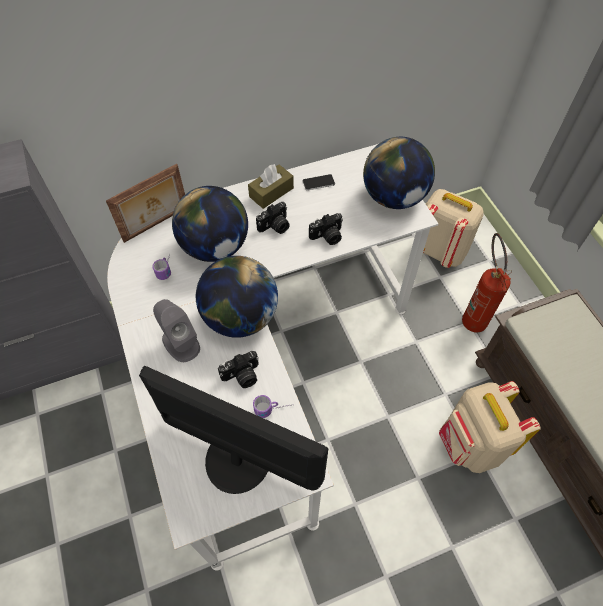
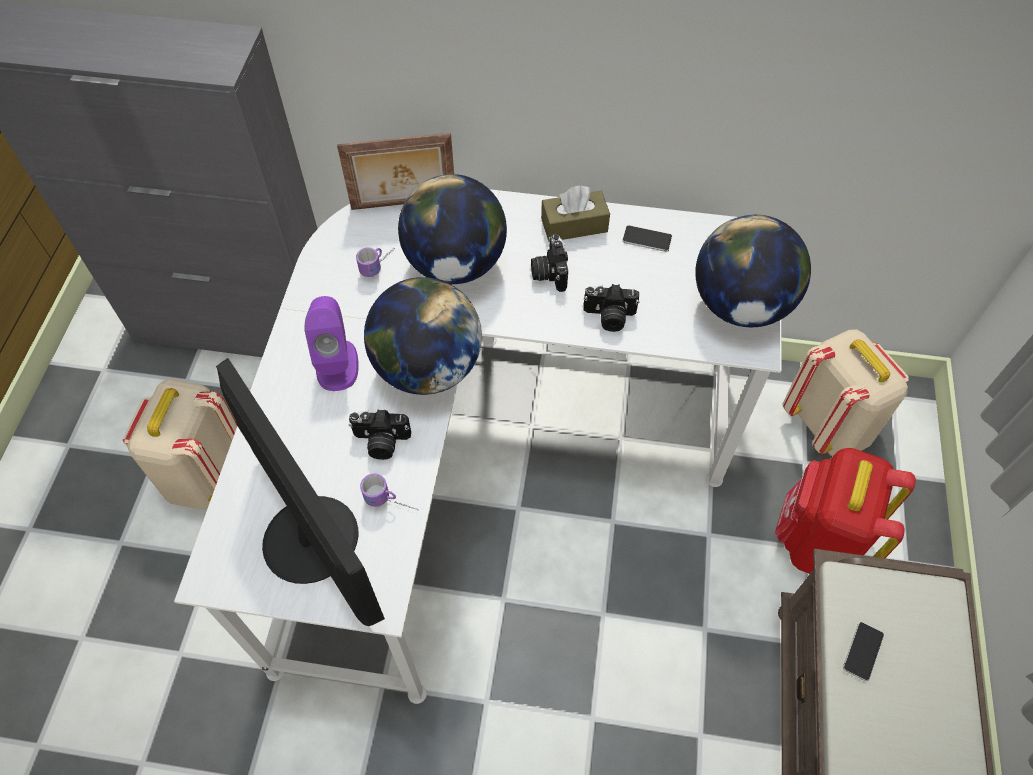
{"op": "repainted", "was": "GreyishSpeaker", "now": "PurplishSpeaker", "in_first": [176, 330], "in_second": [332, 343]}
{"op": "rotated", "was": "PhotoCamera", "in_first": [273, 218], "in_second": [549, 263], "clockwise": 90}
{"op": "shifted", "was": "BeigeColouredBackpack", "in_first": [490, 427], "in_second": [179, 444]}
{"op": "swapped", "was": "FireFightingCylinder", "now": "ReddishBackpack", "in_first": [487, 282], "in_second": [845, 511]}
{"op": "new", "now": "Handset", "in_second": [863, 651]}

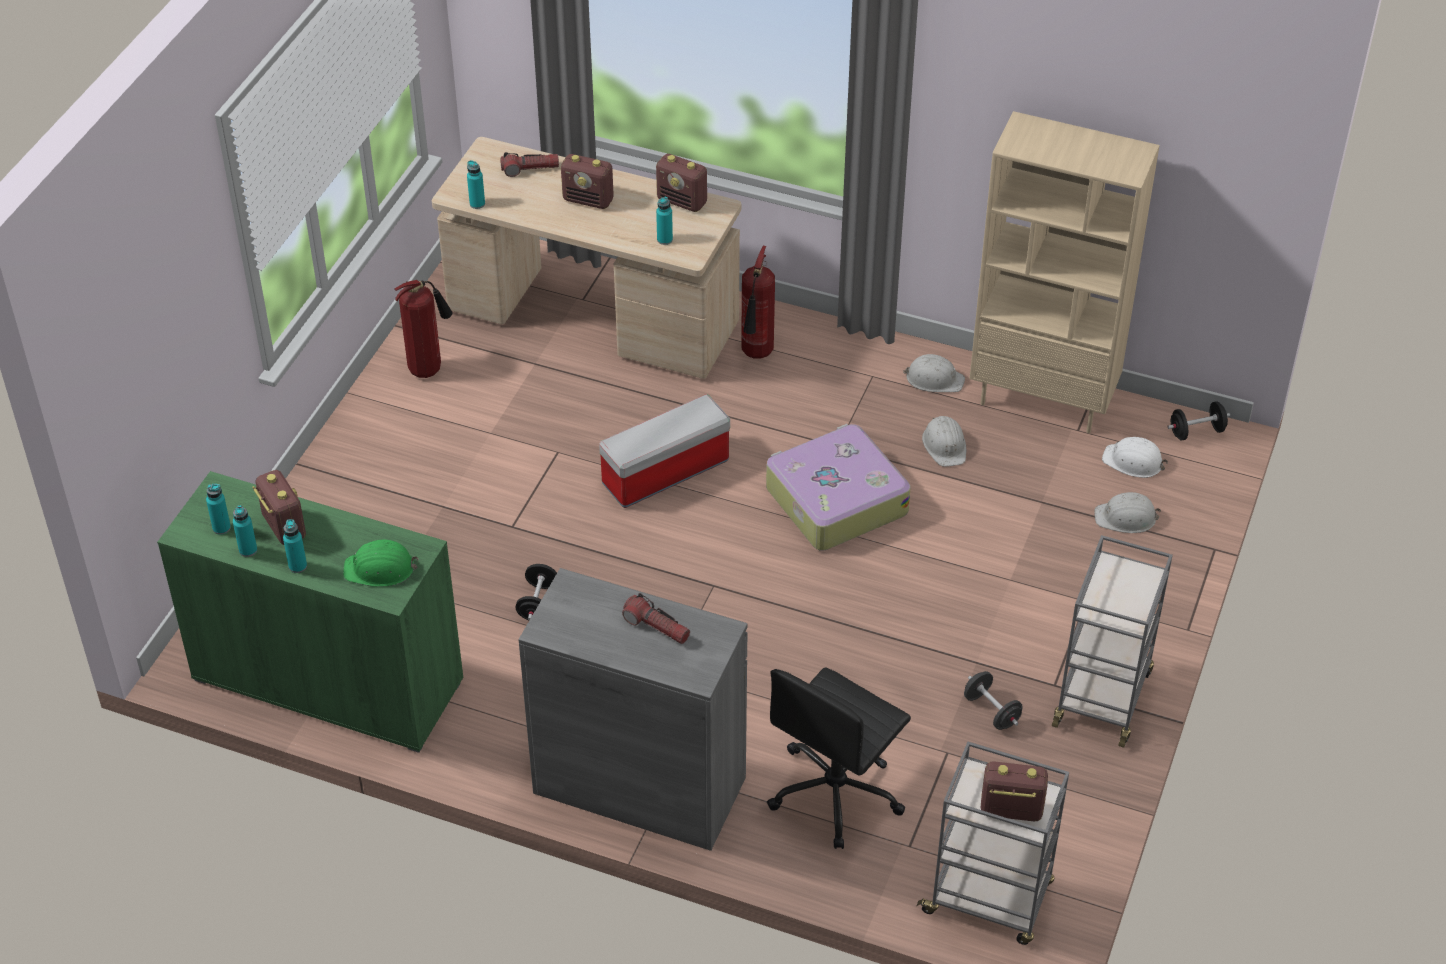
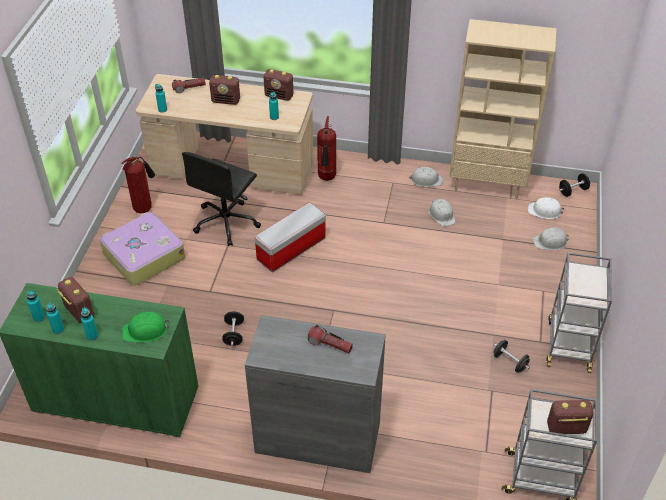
{"op": "shifted", "was": "Suitcase", "in_first": [838, 487], "in_second": [142, 249]}
{"op": "shifted", "was": "BlackishOfficeChair", "in_first": [839, 758], "in_second": [221, 199]}

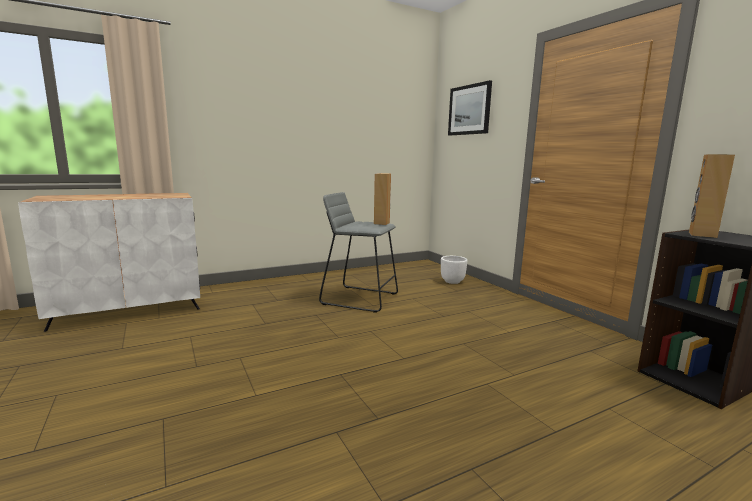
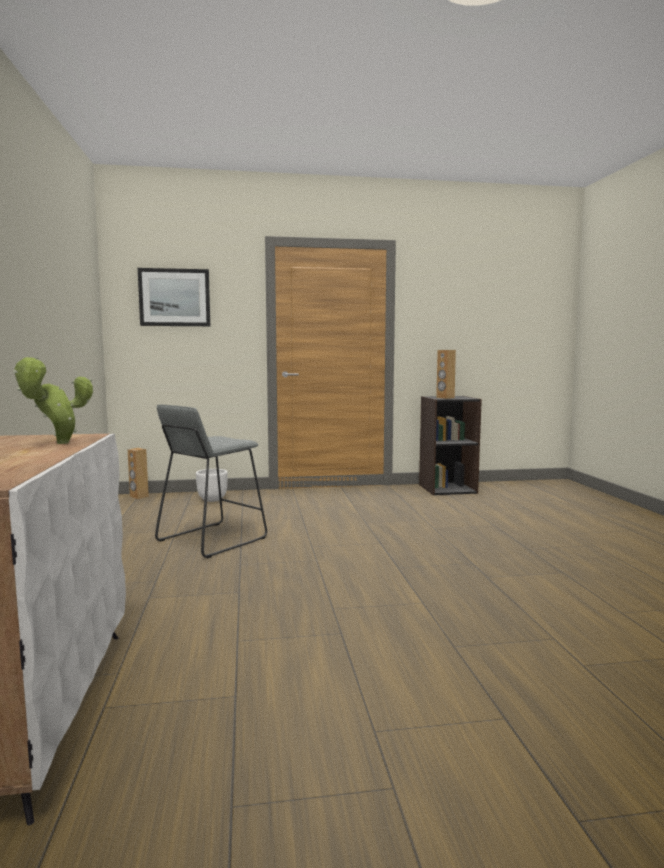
{"op": "shifted", "was": "BrownColouredSpeaker", "in_first": [382, 199], "in_second": [138, 473]}
{"op": "new", "now": "PottedPlant", "in_second": [53, 400]}

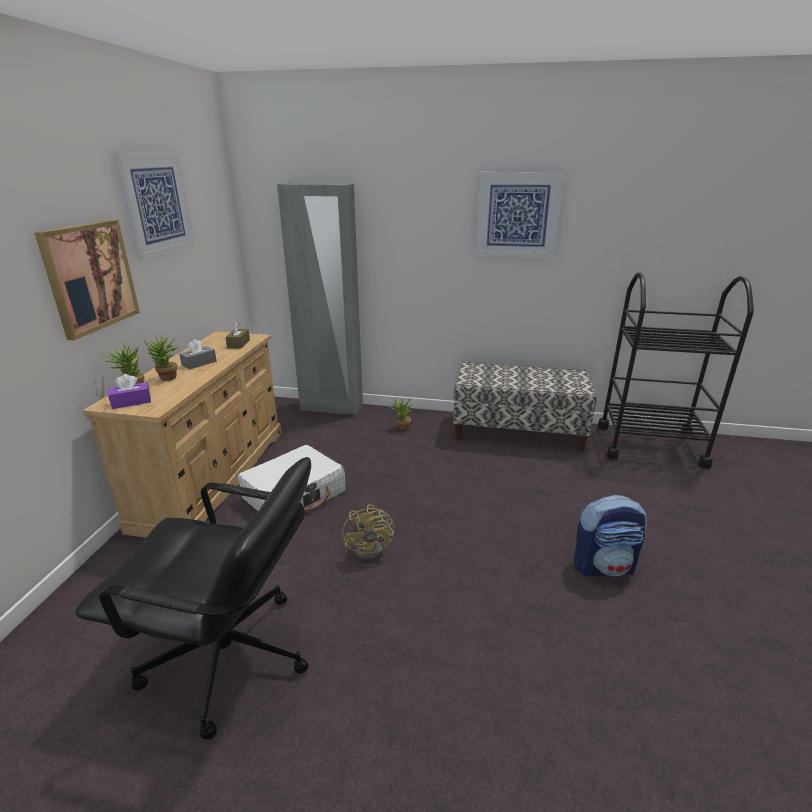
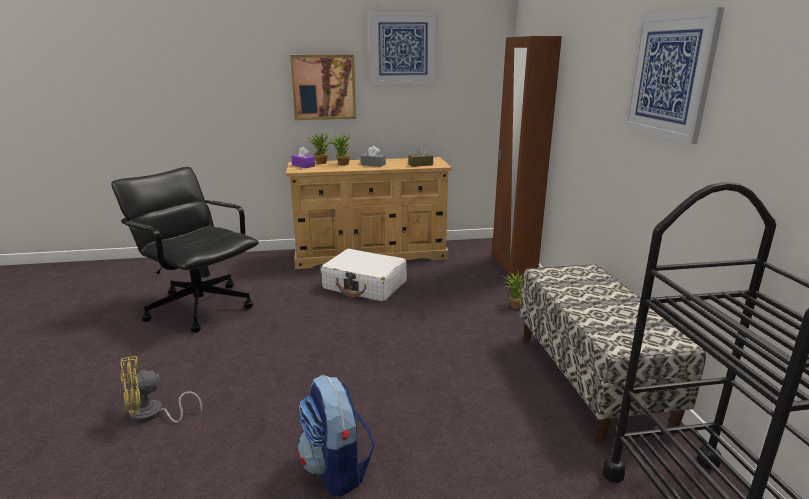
{"op": "rotated", "was": "BlackishOfficeChair", "in_first": [193, 598], "in_second": [185, 250], "clockwise": 135}
{"op": "repainted", "was": "GreyishWardrobe", "now": "BrownColouredWardrobe", "in_first": [320, 299], "in_second": [527, 158]}
{"op": "shifted", "was": "YellowCoolingFan", "in_first": [368, 532], "in_second": [161, 389]}

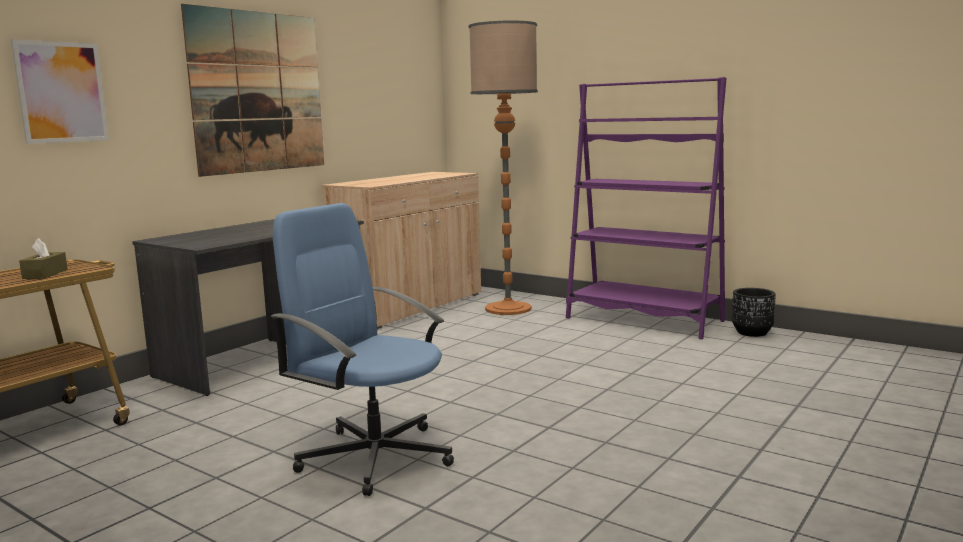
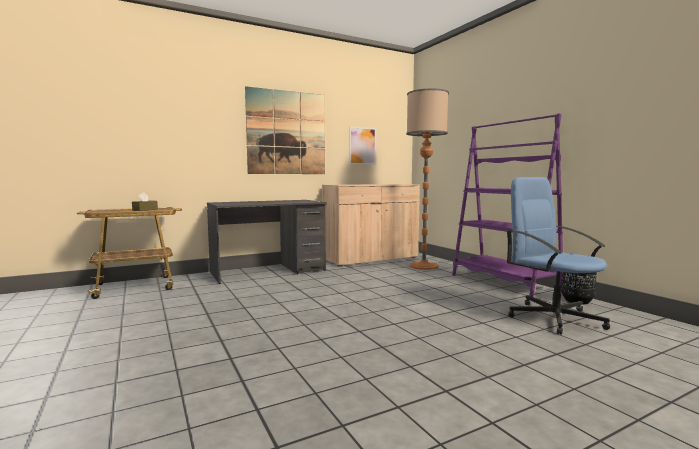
{"op": "shifted", "was": "Picture", "in_first": [60, 91], "in_second": [362, 145]}
{"op": "shifted", "was": "BluishOfficeChair", "in_first": [362, 349], "in_second": [558, 256]}

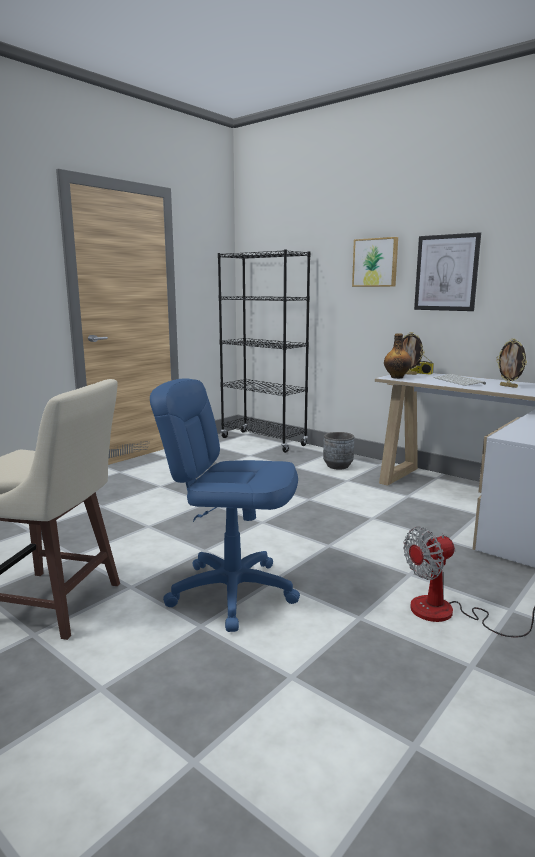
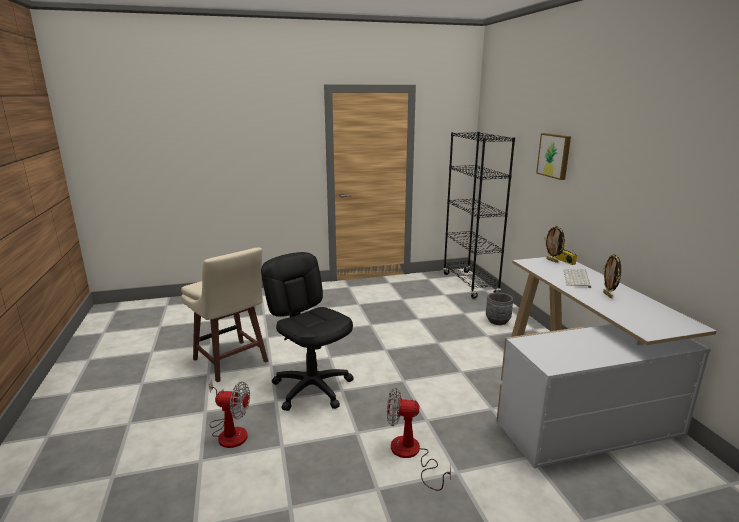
{"op": "repainted", "was": "BluishOfficeChair", "now": "BlackishOfficeChair", "in_first": [225, 505], "in_second": [307, 331]}
{"op": "gone", "was": "DrinkBottle", "in_first": [398, 356]}
{"op": "gone", "was": "Picture", "in_first": [447, 271]}
{"op": "new", "now": "CoolingFan", "in_second": [229, 414]}

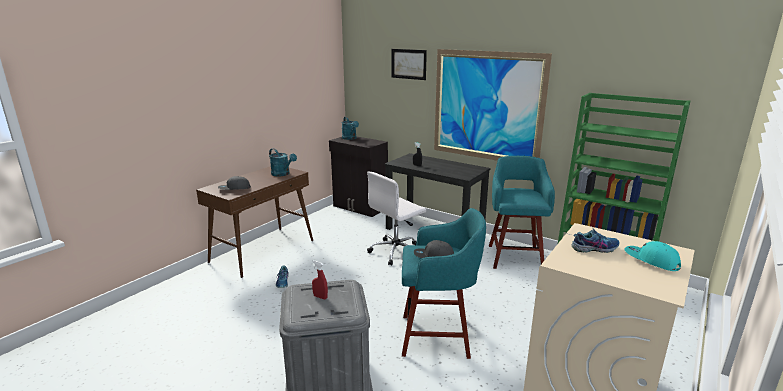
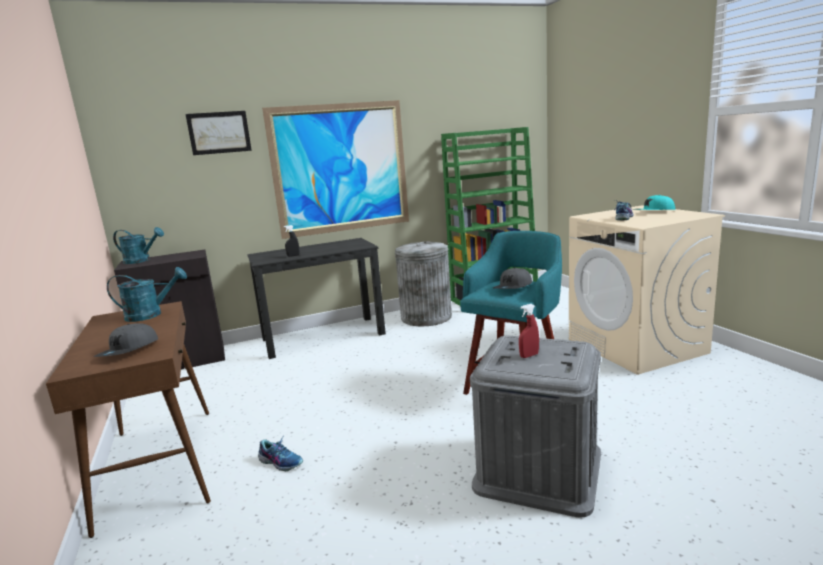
{"op": "gone", "was": "WhitishOfficeChair", "in_first": [396, 219]}
{"op": "swapped", "was": "BlueGreenStool", "now": "GreyishWasteBin", "in_first": [522, 212], "in_second": [423, 283]}

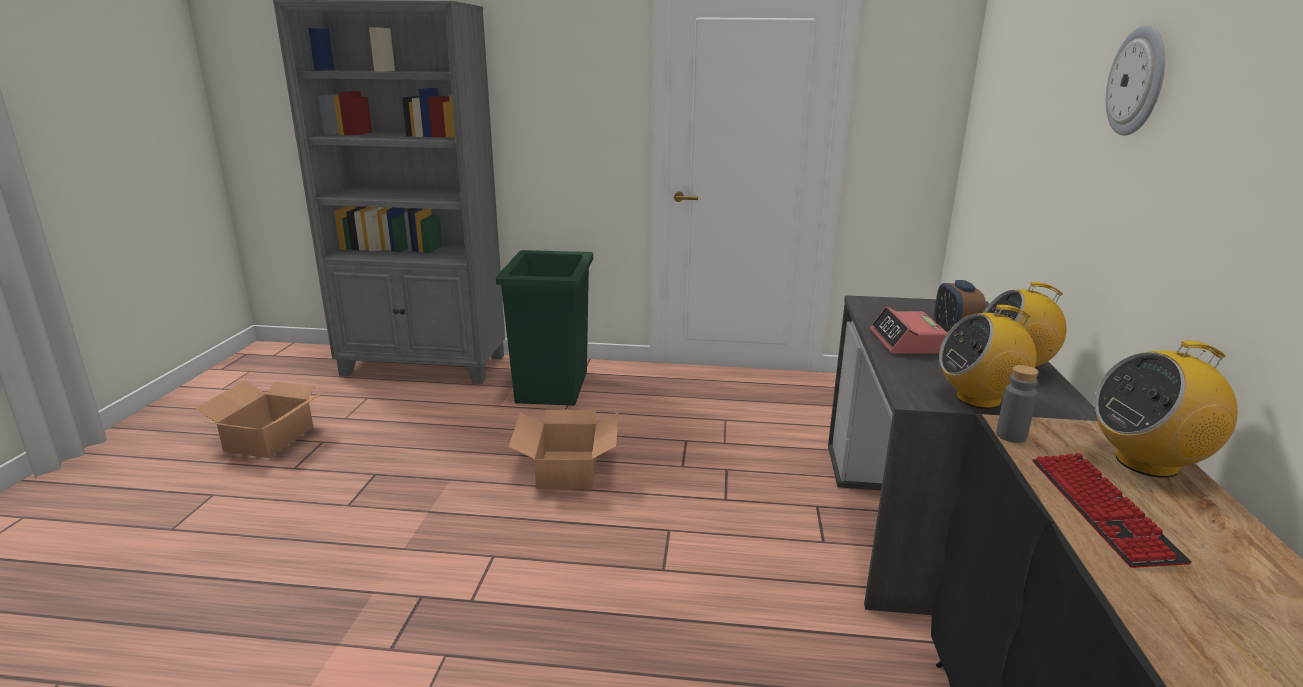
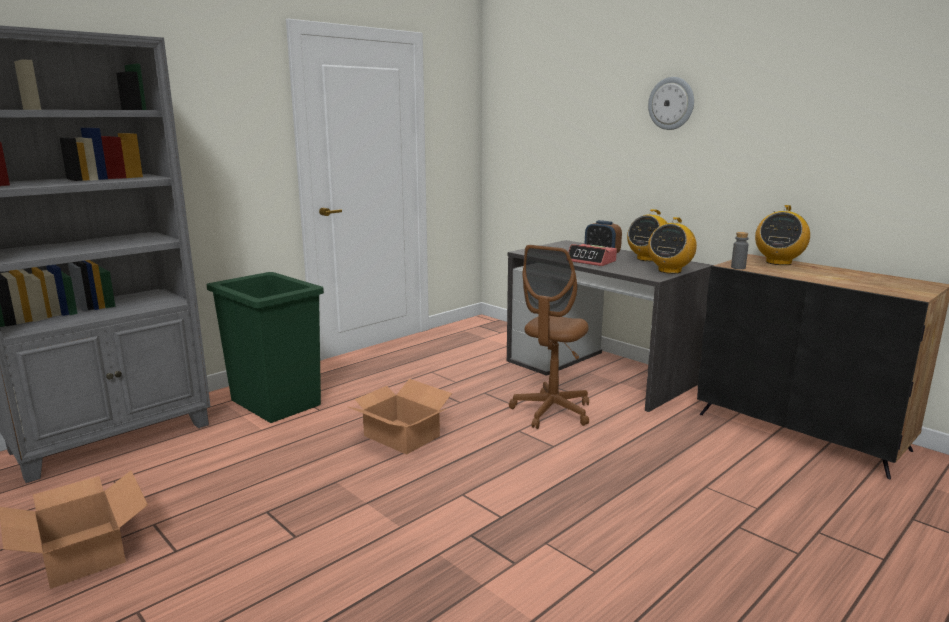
{"op": "gone", "was": "Keyboard", "in_first": [1112, 510]}
{"op": "new", "now": "BrownColouredOfficeChair", "in_second": [549, 337]}

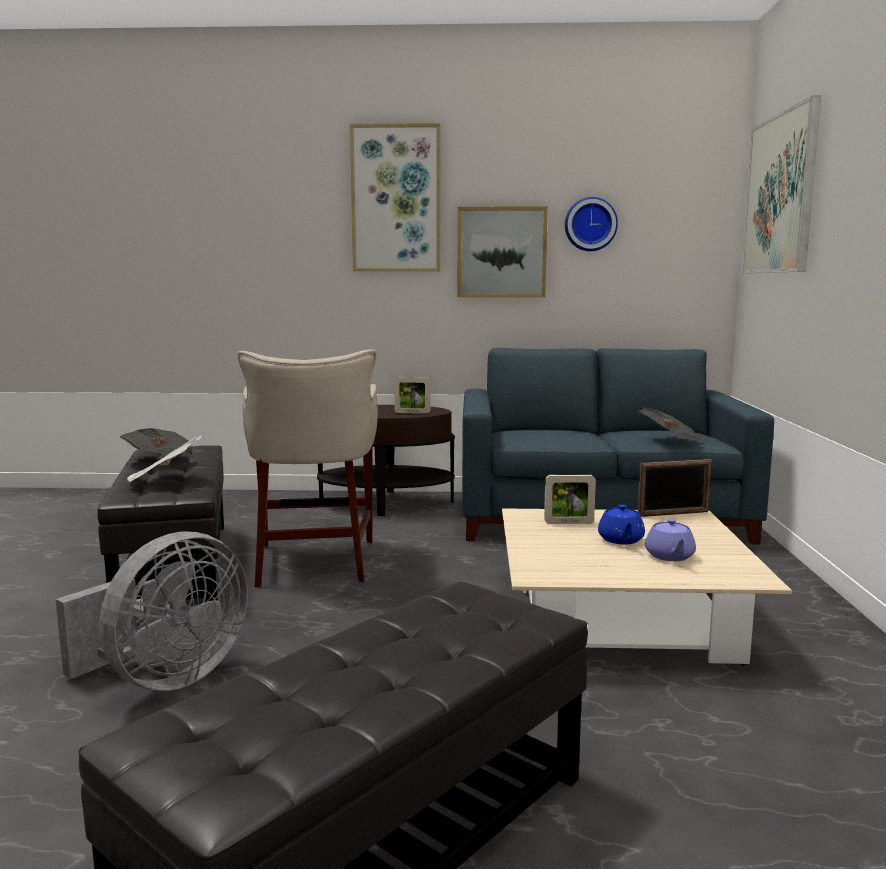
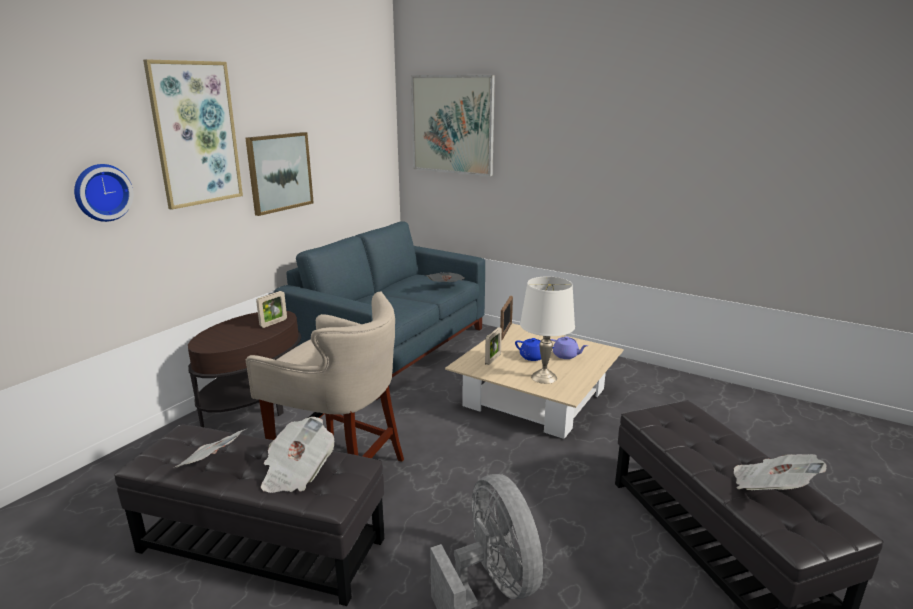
{"op": "shifted", "was": "HangingClock", "in_first": [591, 224], "in_second": [103, 193]}
{"op": "new", "now": "WhitishLampForATable", "in_second": [547, 330]}
{"op": "new", "now": "Newspaper", "in_second": [780, 472]}

